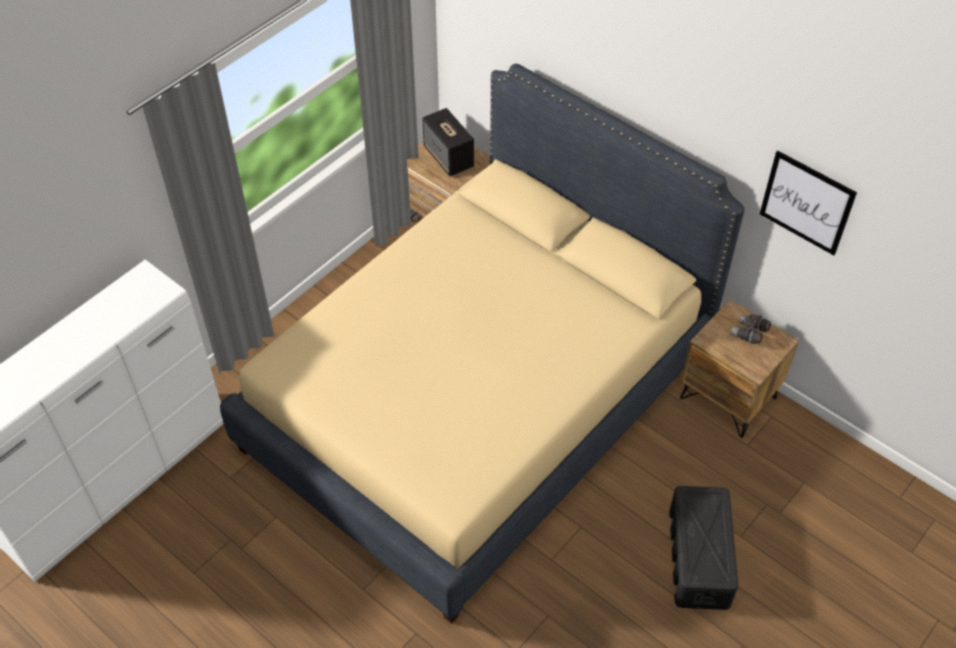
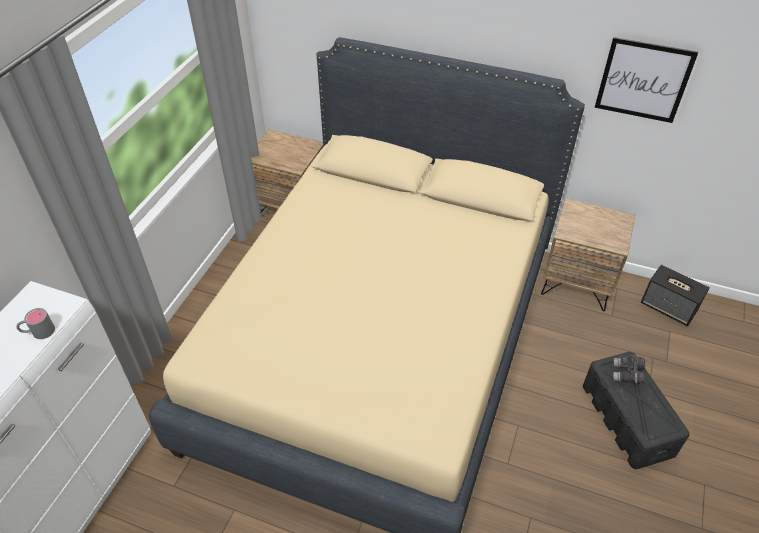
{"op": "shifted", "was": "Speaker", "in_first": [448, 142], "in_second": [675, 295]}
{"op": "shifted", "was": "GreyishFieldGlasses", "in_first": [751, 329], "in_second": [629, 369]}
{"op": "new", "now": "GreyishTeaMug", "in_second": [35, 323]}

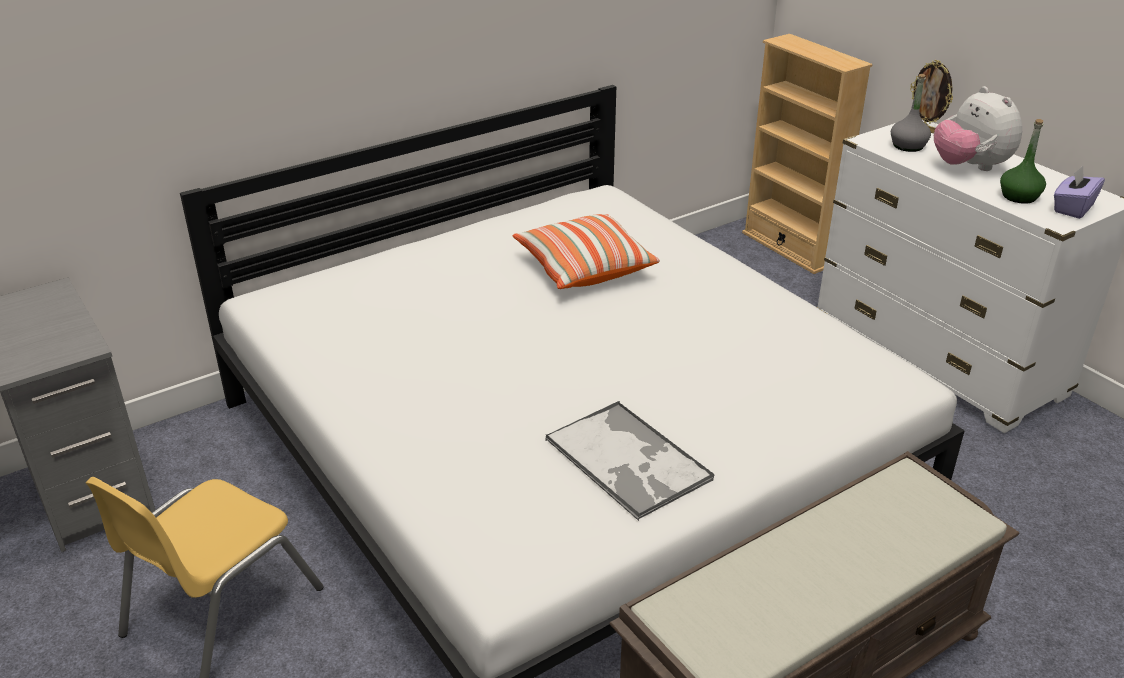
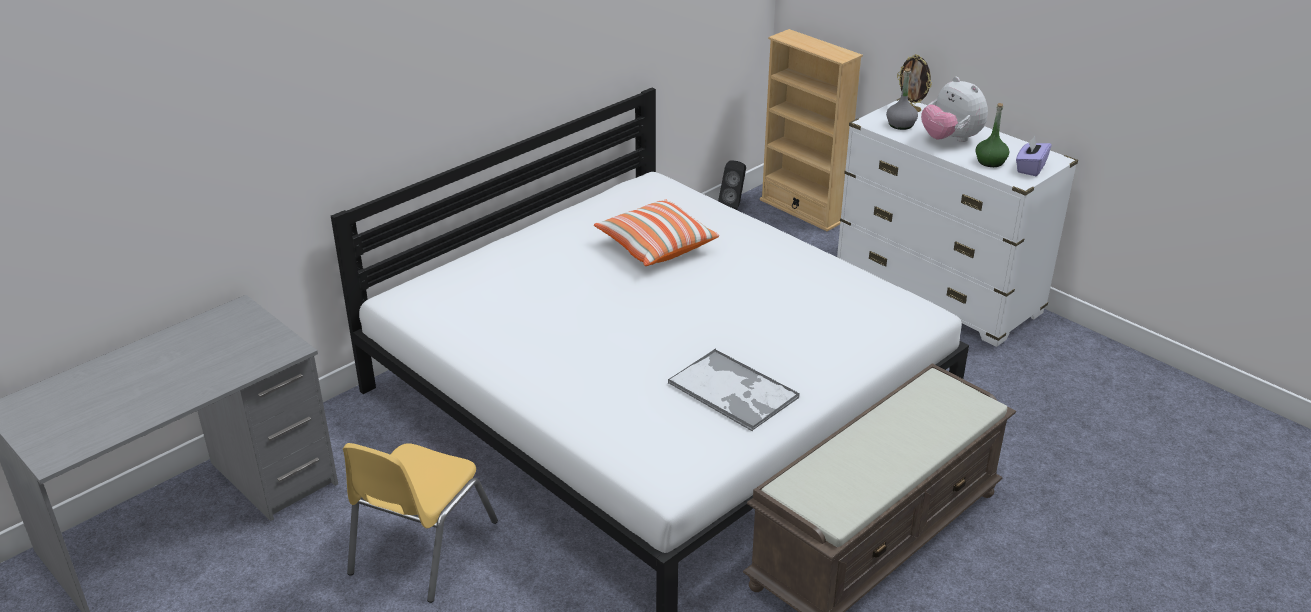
{"op": "new", "now": "BlackishSpeaker", "in_second": [732, 185]}

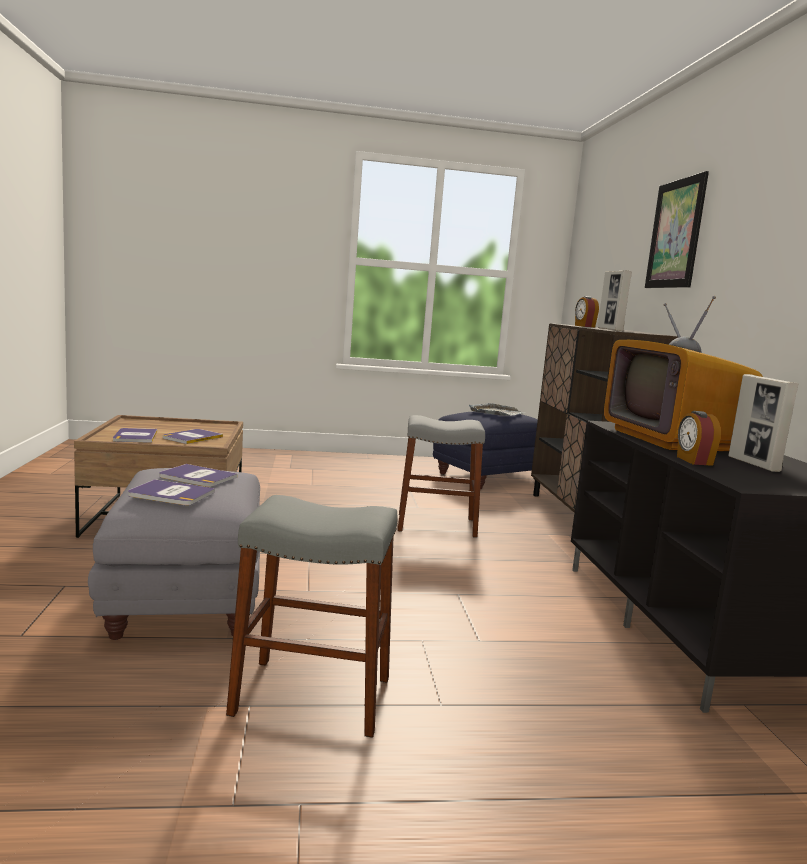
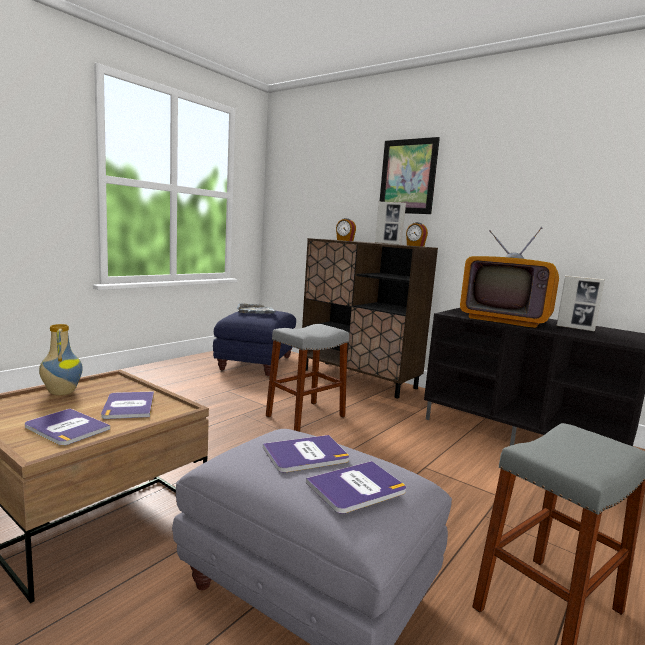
{"op": "shifted", "was": "BedsideClock", "in_first": [699, 438], "in_second": [417, 234]}
{"op": "new", "now": "FlowerVase", "in_second": [61, 359]}

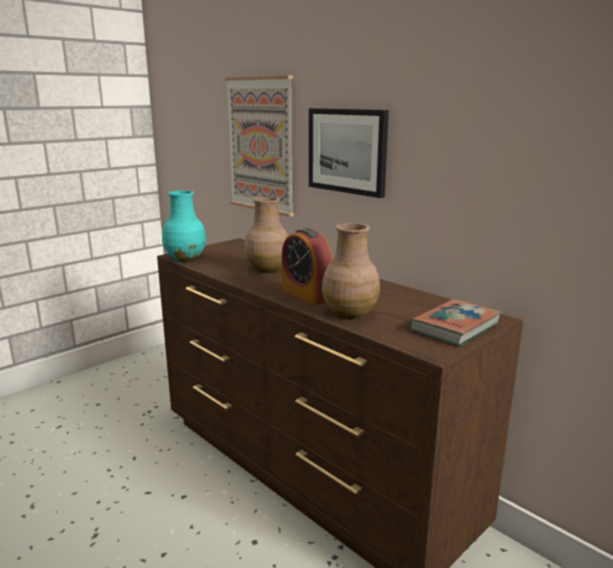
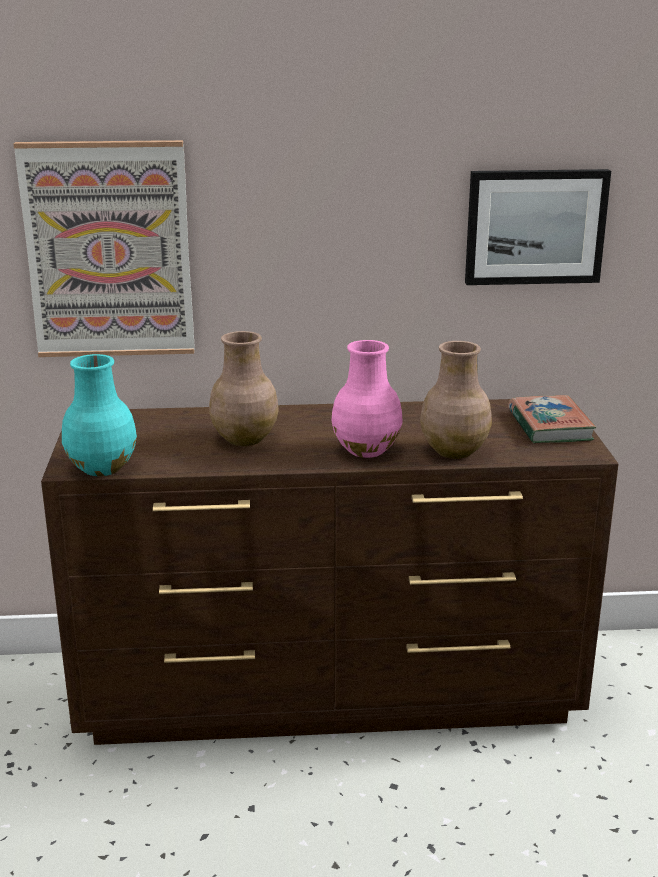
{"op": "swapped", "was": "BedsideClock", "now": "PinkFlowerVase", "in_first": [307, 266], "in_second": [367, 399]}
{"op": "shifted", "was": "Picture", "in_first": [349, 153], "in_second": [538, 227]}

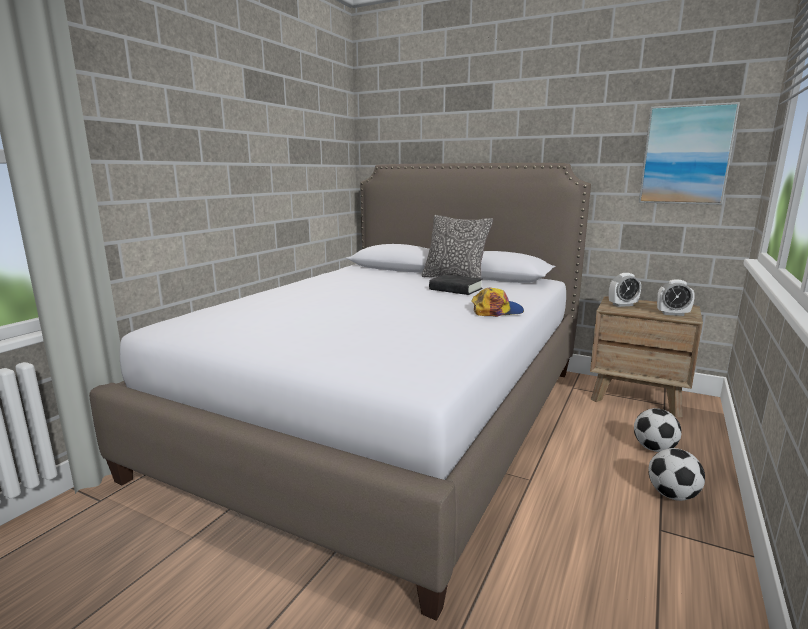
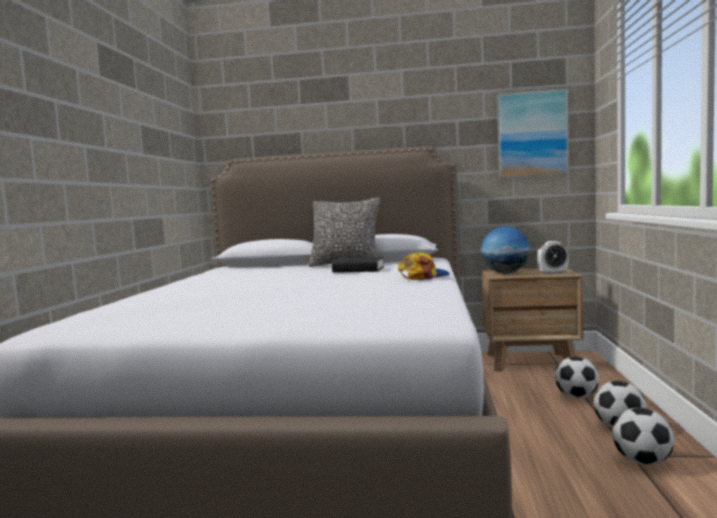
{"op": "swapped", "was": "BedsideClock", "now": "Globe", "in_first": [625, 290], "in_second": [505, 250]}
{"op": "new", "now": "BallForFootball", "in_second": [643, 437]}

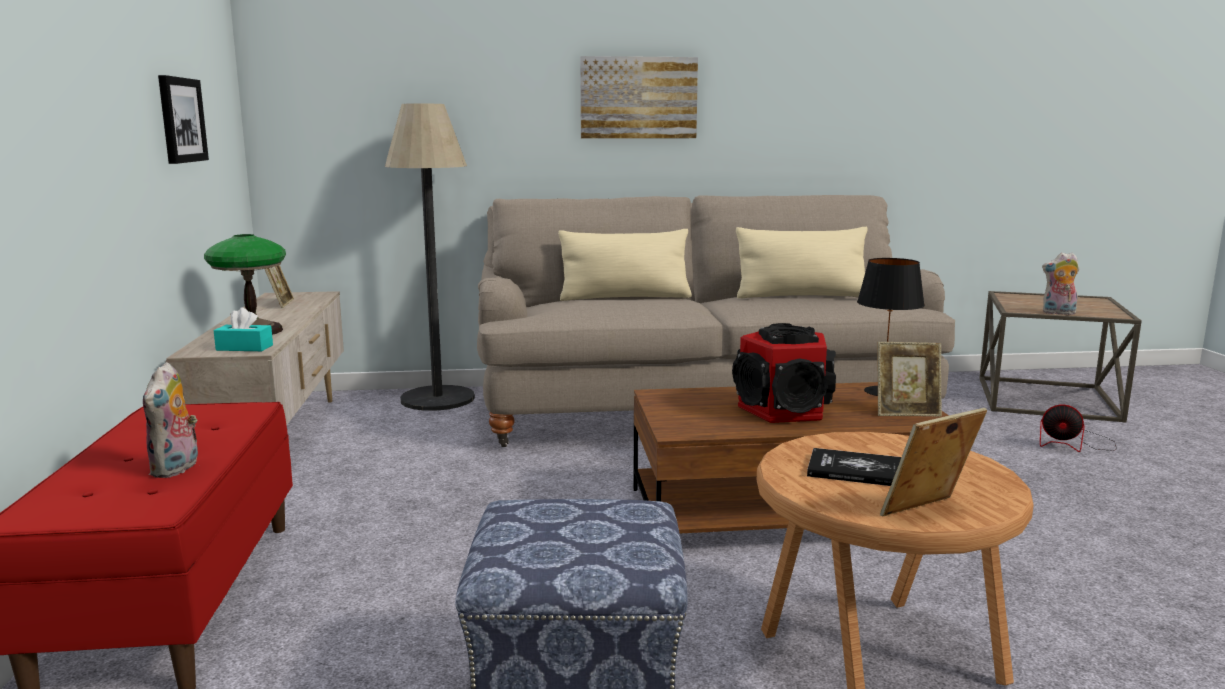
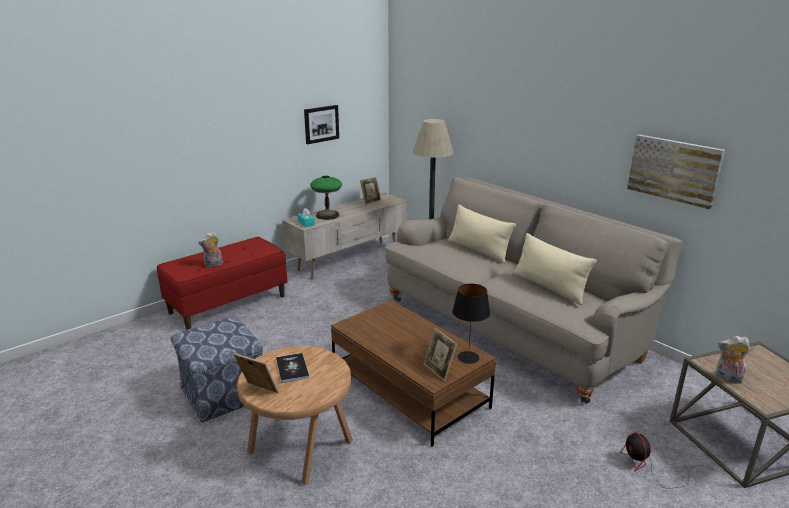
{"op": "shifted", "was": "Picture", "in_first": [639, 97], "in_second": [676, 171]}
{"op": "gone", "was": "Speaker", "in_first": [784, 373]}
{"op": "rotated", "was": "CuddlyToy", "in_first": [1060, 284], "in_second": [732, 360], "clockwise": -45}

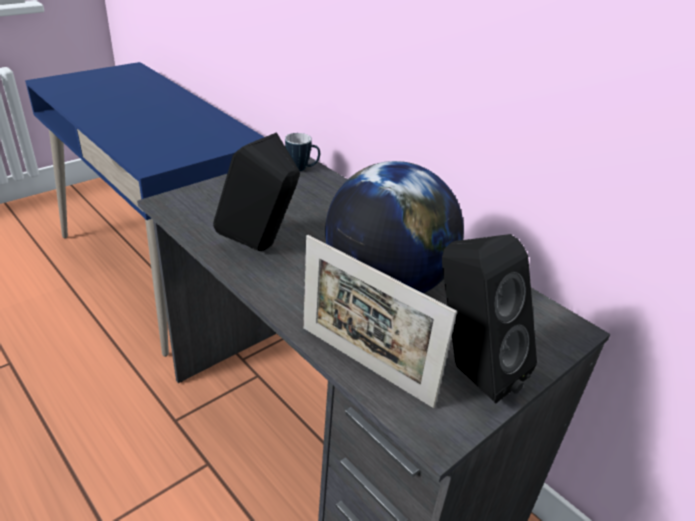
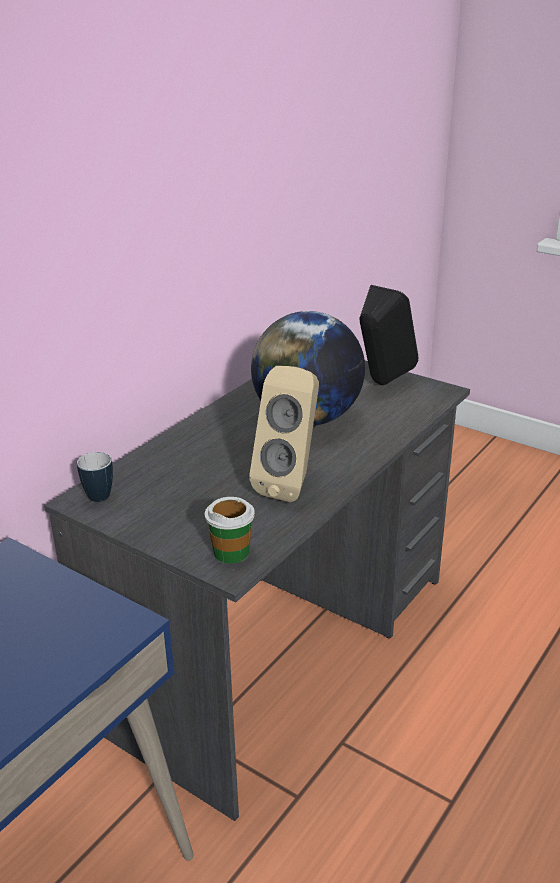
{"op": "repainted", "was": "BlackishSpeaker", "now": "BeigeColouredSpeaker", "in_first": [256, 191], "in_second": [284, 434]}
{"op": "gone", "was": "PhotoFrame", "in_first": [380, 321]}
{"op": "new", "now": "DrinkingCup", "in_second": [230, 530]}

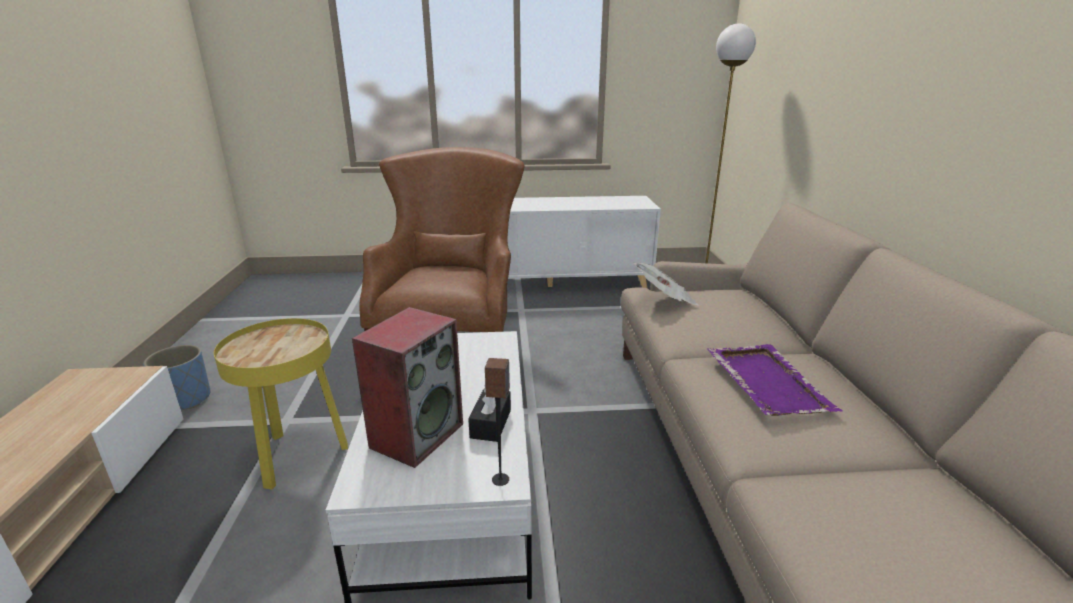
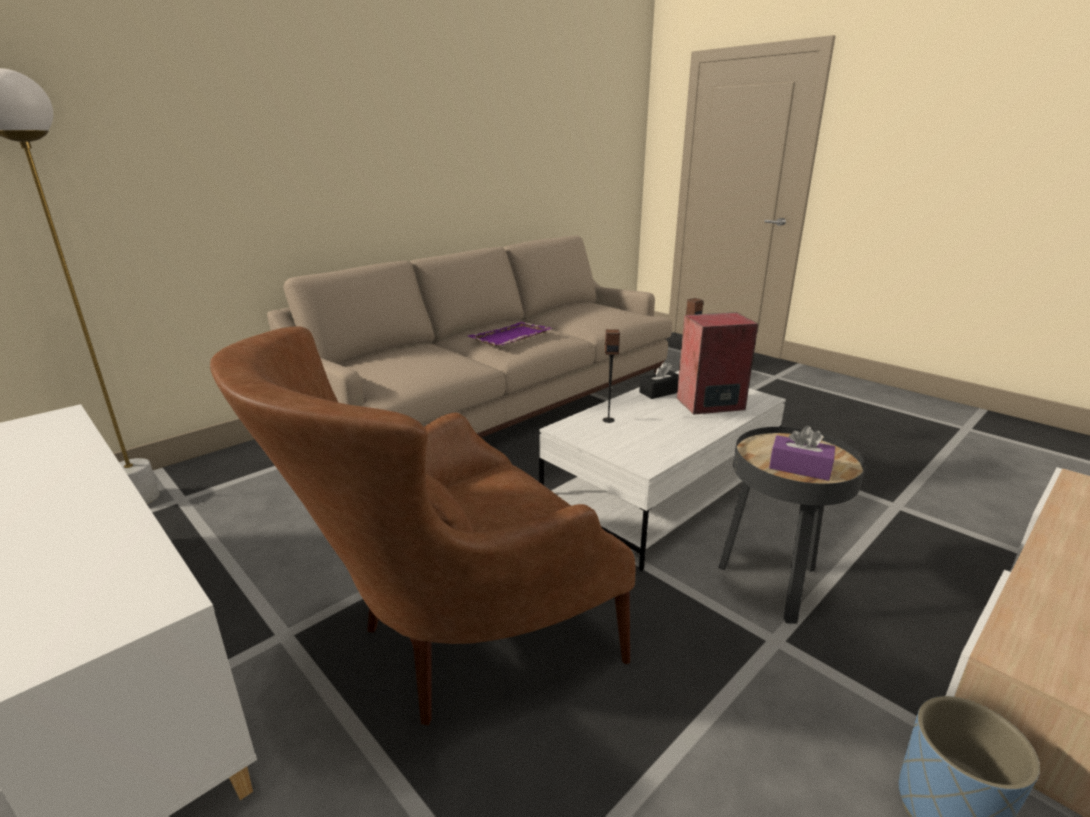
{"op": "repainted", "was": "YellowAccentTable", "now": "BlackishAccentTable", "in_first": [281, 404], "in_second": [791, 525]}
{"op": "gone", "was": "Newspaper", "in_first": [667, 284]}
{"op": "new", "now": "Speaker", "in_second": [611, 376]}
{"op": "new", "now": "PurplishBoxOfTissues", "in_second": [802, 453]}

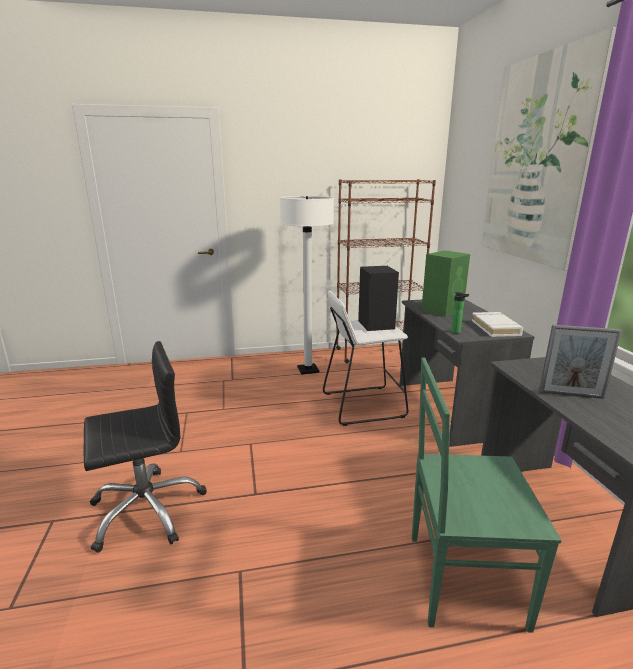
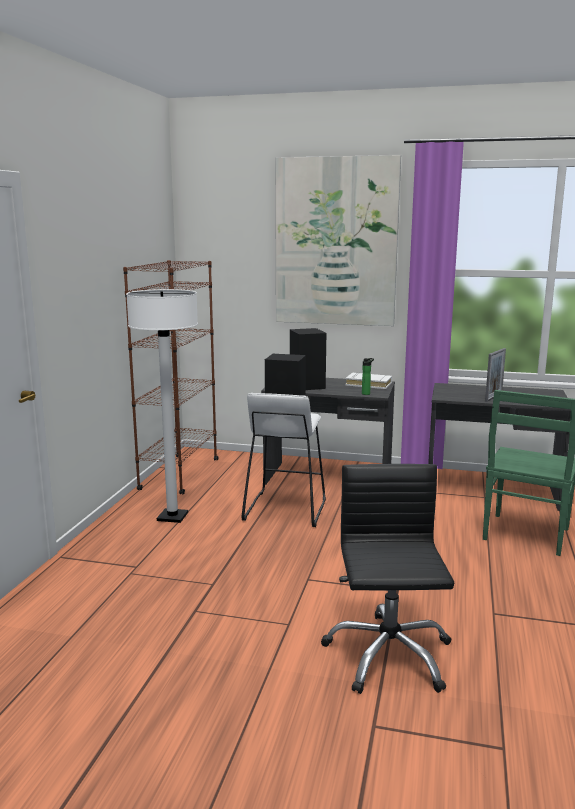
{"op": "repainted", "was": "GreenColouredSpeaker", "now": "BlackishSpeaker", "in_first": [445, 283], "in_second": [308, 359]}

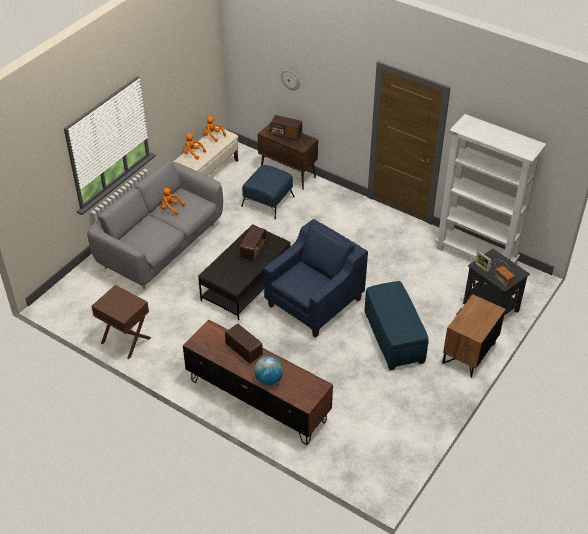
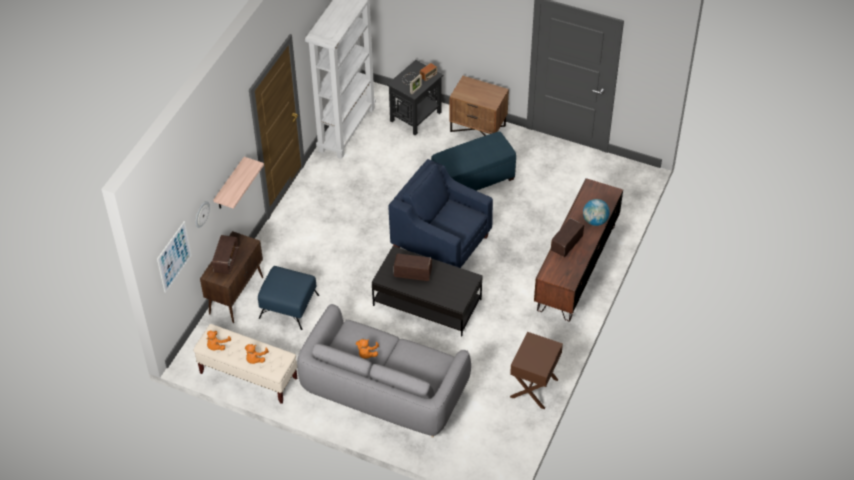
{"op": "new", "now": "Picture", "in_second": [174, 257]}
{"op": "new", "now": "Shelf", "in_second": [238, 183]}

